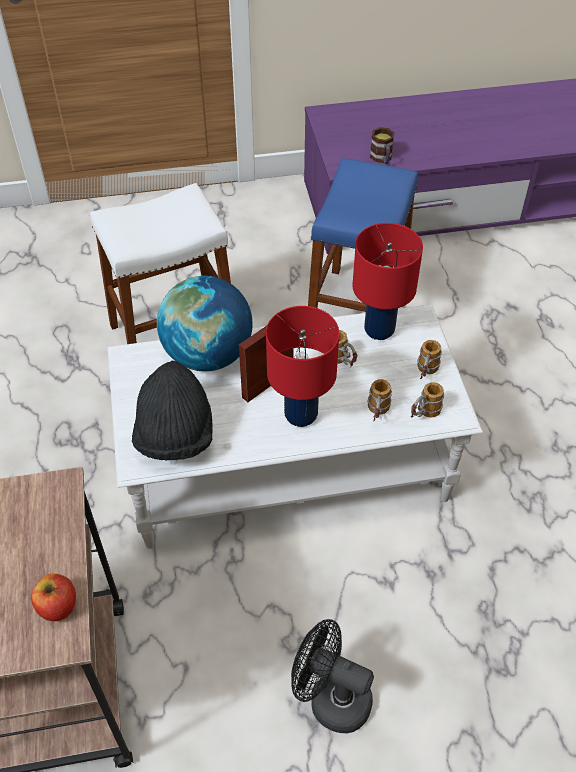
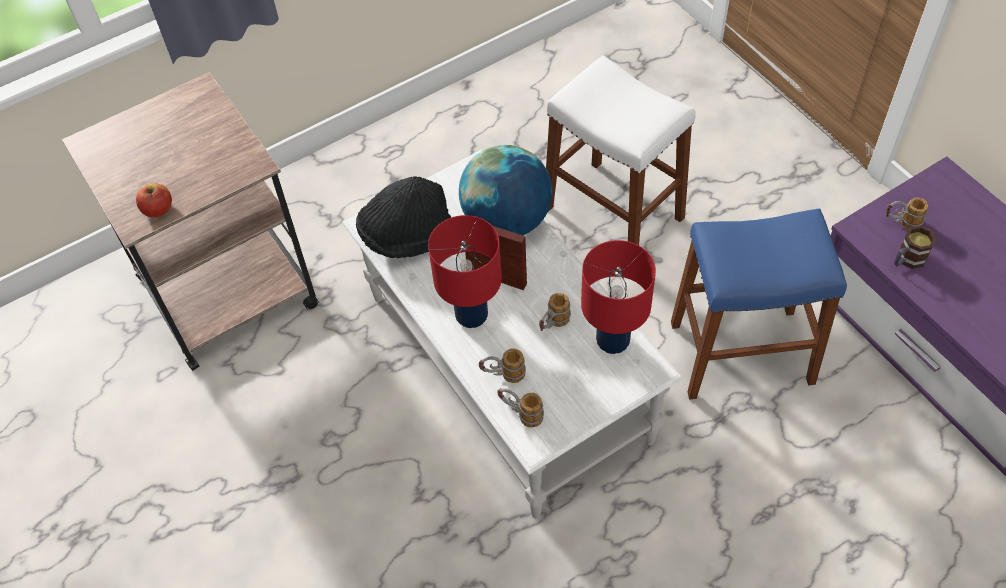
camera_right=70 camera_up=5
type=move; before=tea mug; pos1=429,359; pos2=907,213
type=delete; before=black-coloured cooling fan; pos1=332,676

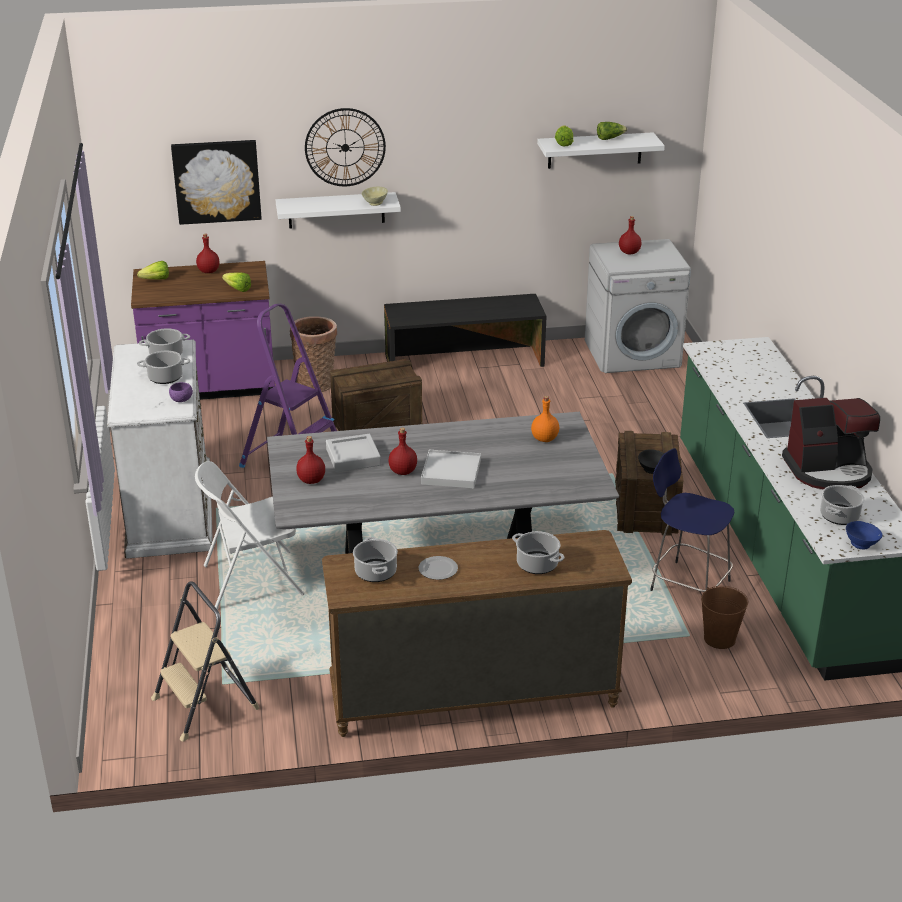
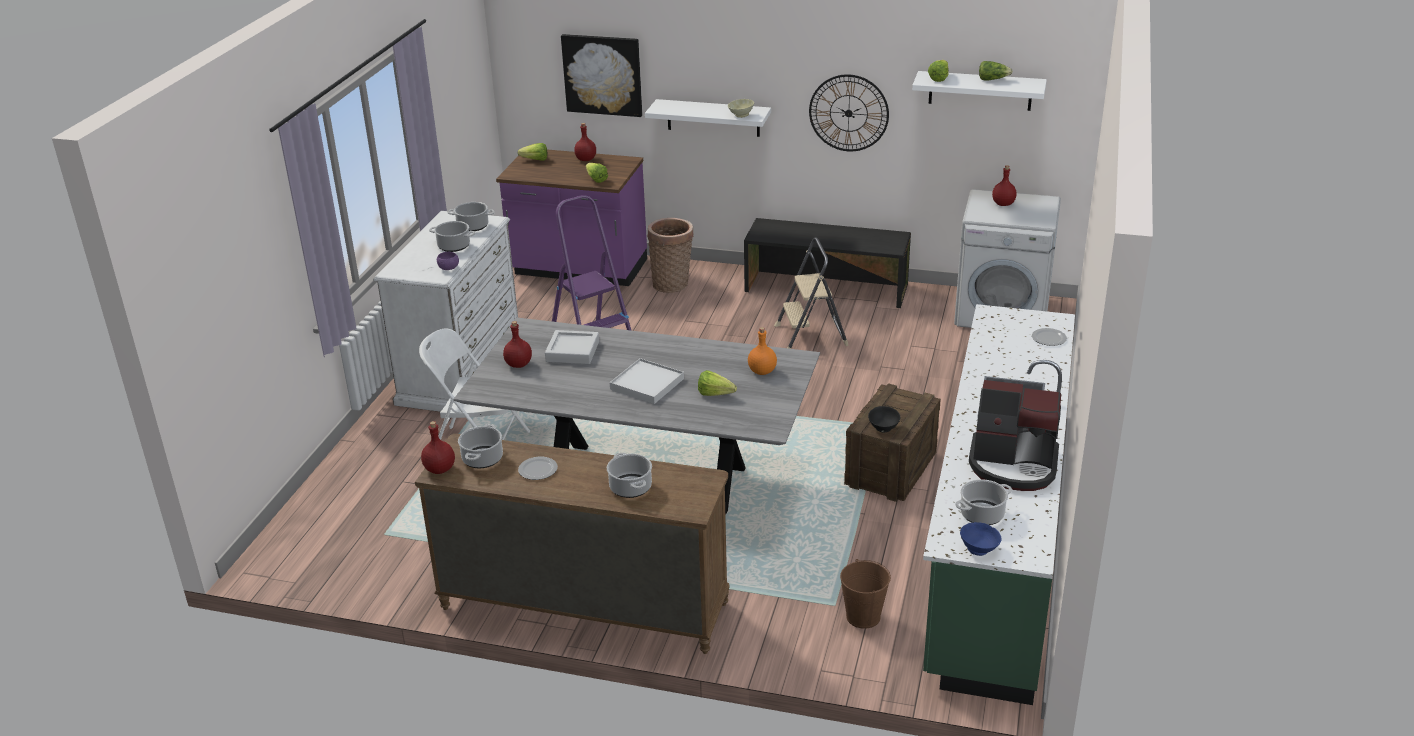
camera_right=25 camera_up=0
type=move; before=wall clock; pos1=345,147; pos2=849,112
type=delete; before=packing crate; pos1=376,395
type=move; before=reddish bottle; pos1=402,451; pos2=438,447
type=delete; before=blue-coloured stool seat; pos1=692,520
type=move; before=beige-coloured stepladder; pos1=205,661; pos2=811,293
type=insert; after=plate; pos2=1049,337
type=insert; after=lettuce head; pos2=717,383

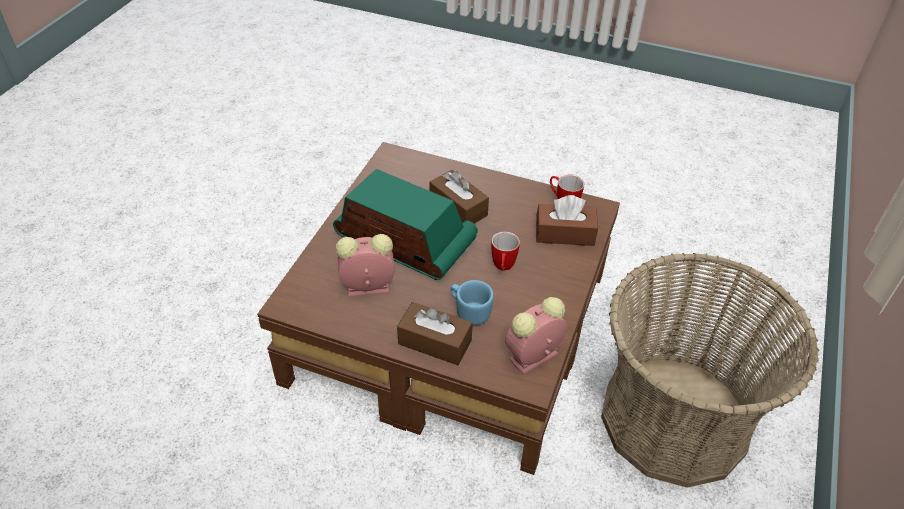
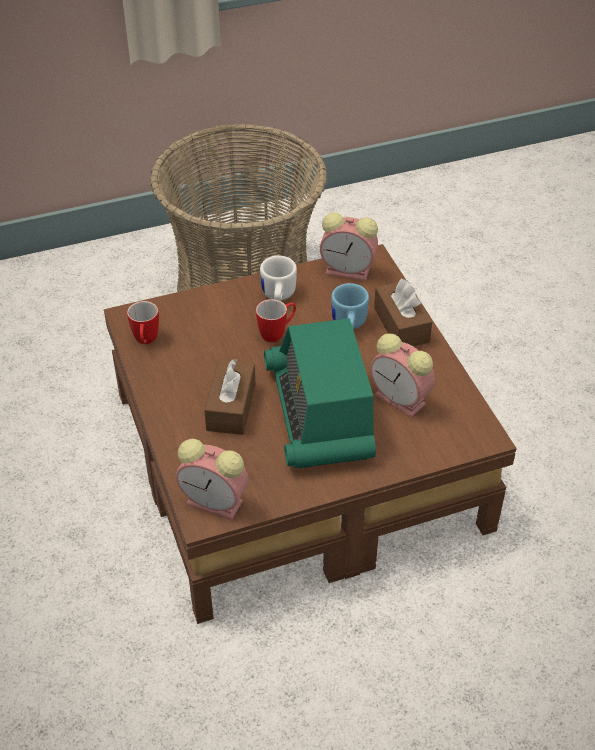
camera_right=-130 camera_up=0
type=delete; before=brownish tissue box; pos1=567,220
type=insert; after=whitish tea mug; pos2=278,278
type=insert; after=bedside clock; pos2=212,479

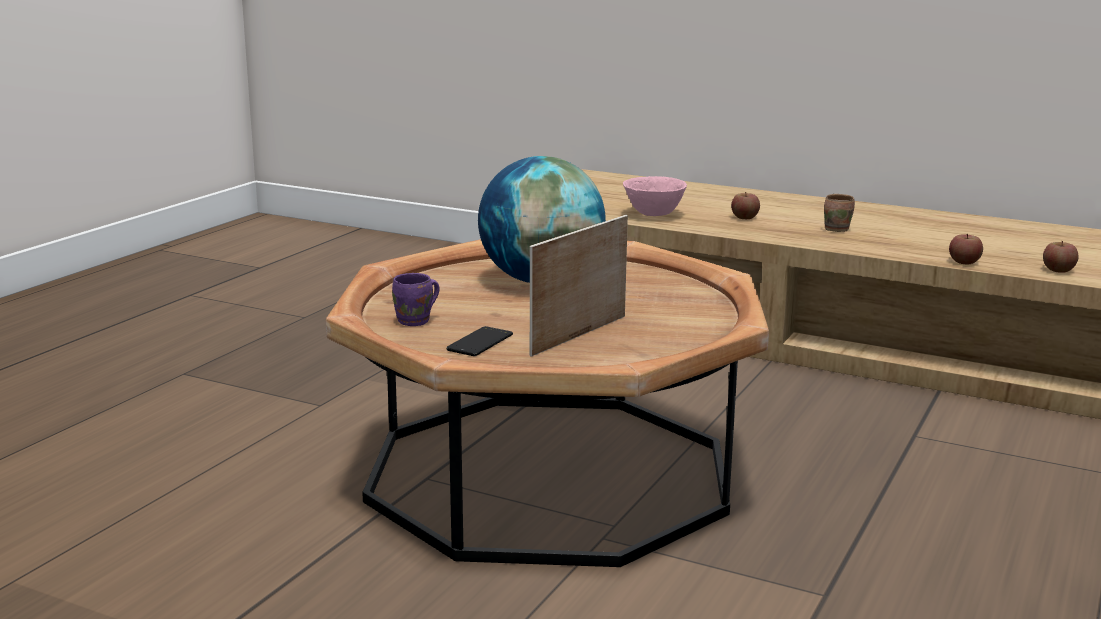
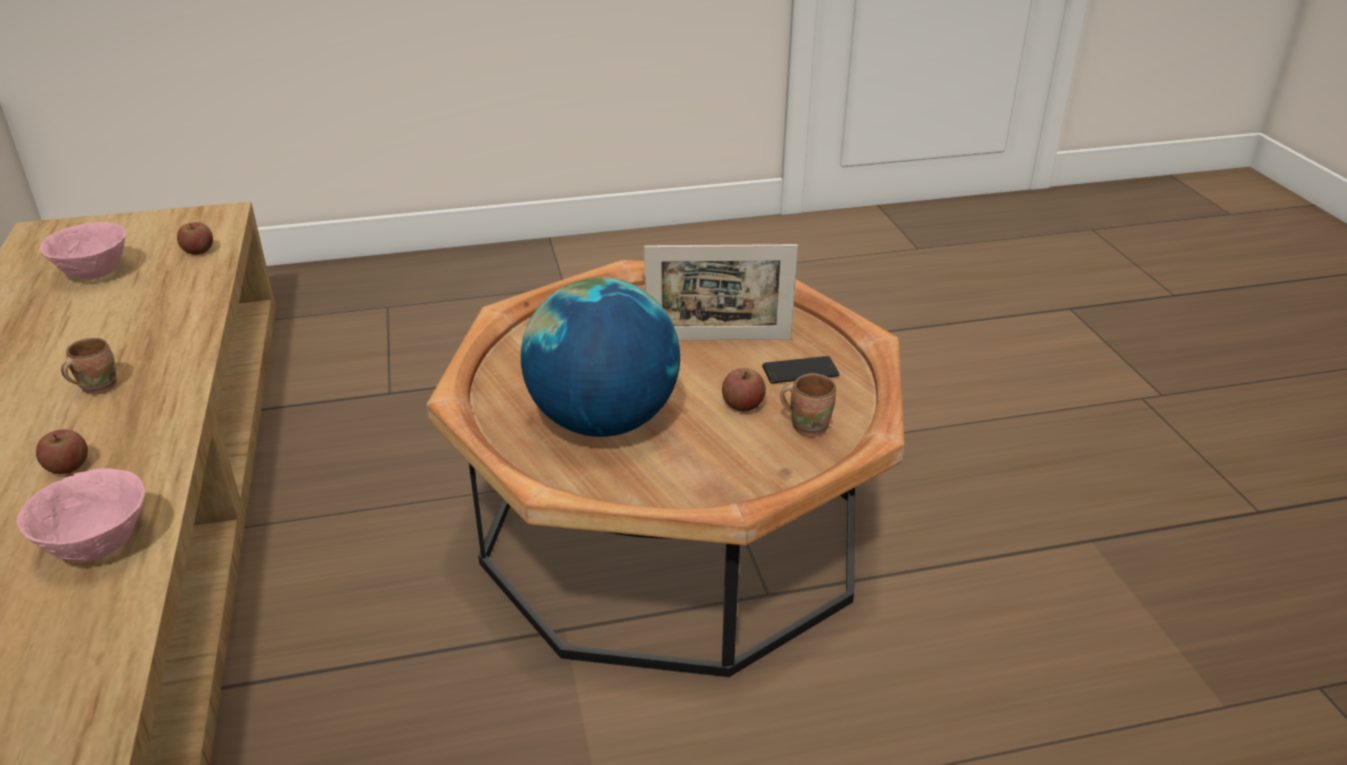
camera_right=-130 camera_up=15
type=move; before=apple fruit; pos1=966,249; pos2=744,389
type=recolor; before=purplish tea mug; after=brownish tea mug; pos1=416,299; pos2=808,405
type=insert; after=pinkish bowl; pos2=83,251

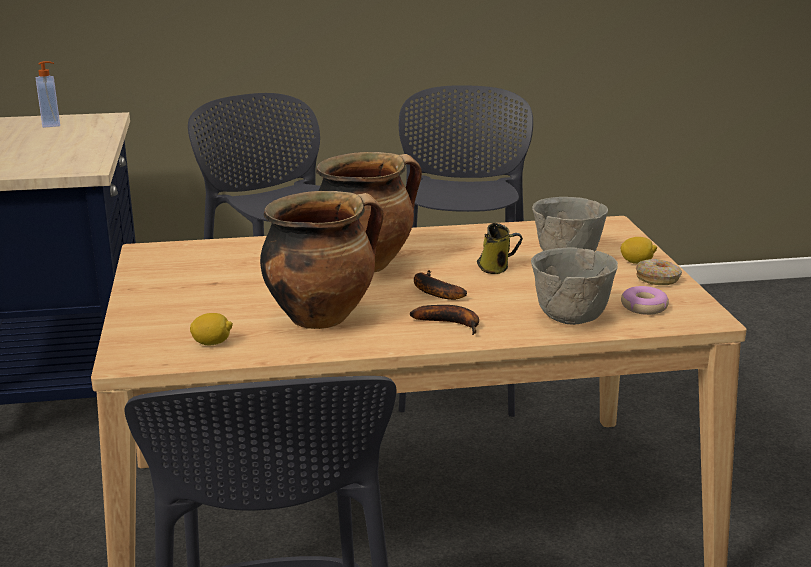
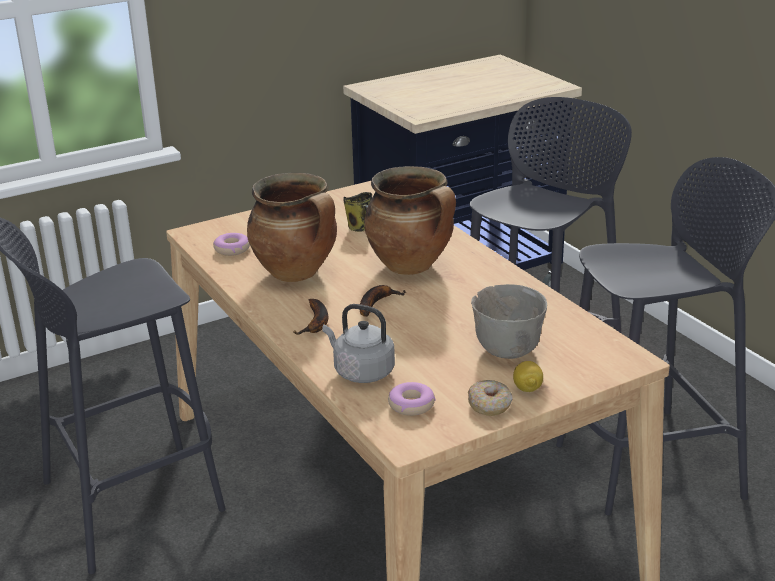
camera_right=70 camera_up=5
type=delete; before=liquid soap bottle; pos1=48,94
type=move; before=tea mug; pos1=500,248; pos2=358,212
type=replace; before=greyish bowl; after=greyish kettle; pos1=574,286; pos2=358,343
type=replace; before=citrus fruit; after=donut; pos1=211,329; pos2=231,244

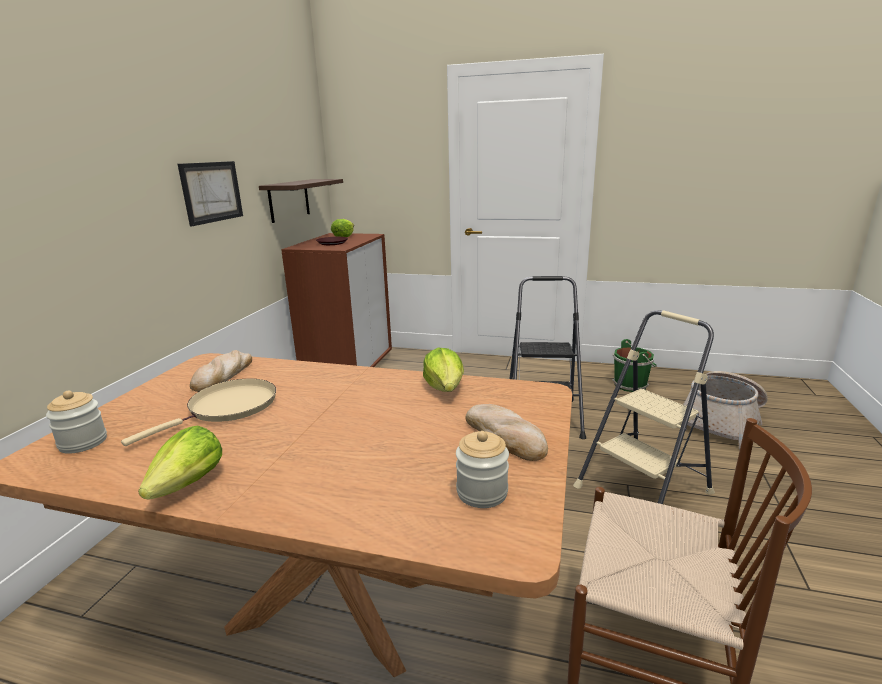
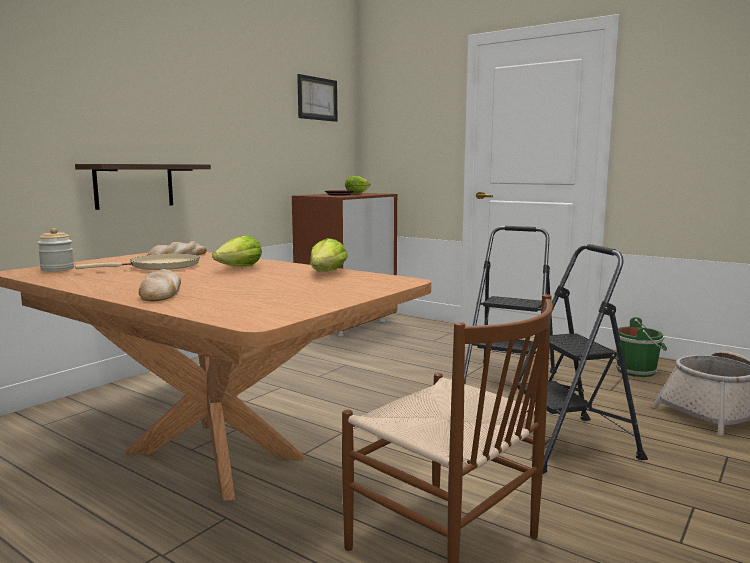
camera_right=20 camera_up=-10
type=move; before=picture; pos1=210,193; pos2=317,98
type=move; before=bracket shelf; pos1=301,201; pos2=143,187
type=recolor; before=beige-coloured stepladder; after=black-coloured stepladder; pos1=644,407; pos2=578,359
type=move; before=bakery bread; pos1=507,432; pos2=160,285
type=move; before=lettuce head; pos1=180,462; pos2=237,251
type=delete; before=storage jar; pos1=482,469

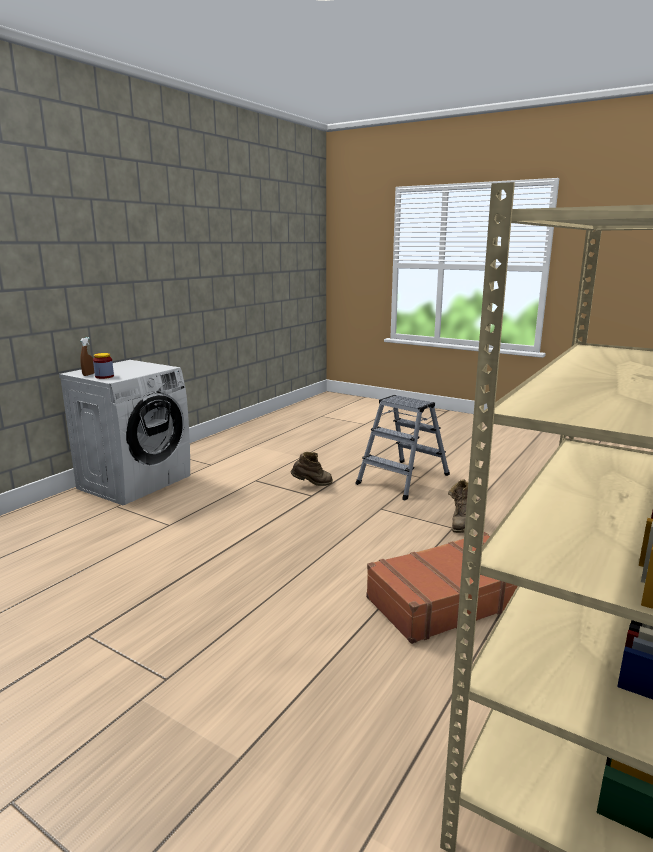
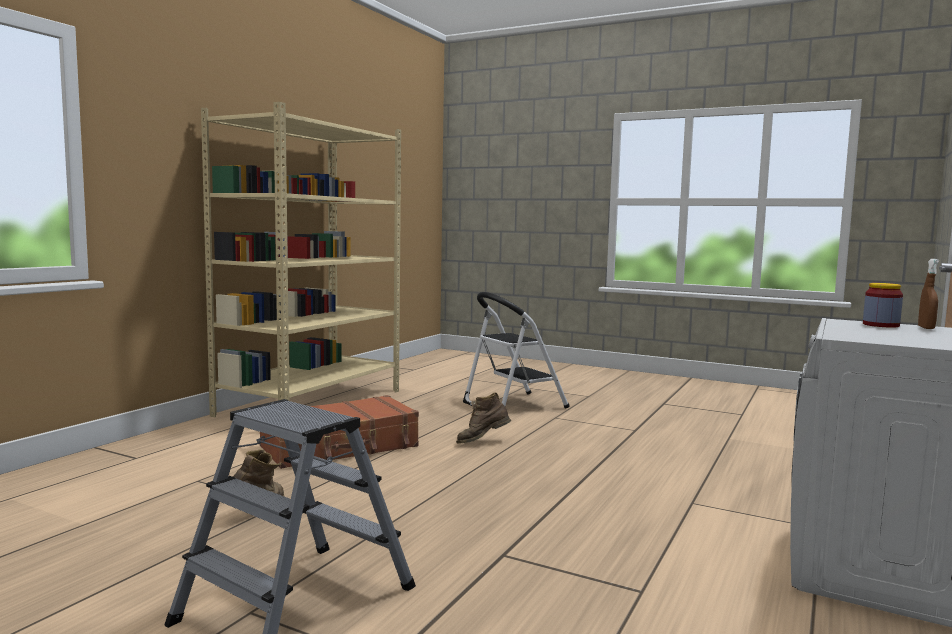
camera_right=175 camera_up=-10
type=move; before=brownish boot; pos1=312,469; pos2=483,417
type=insert; after=stepladder; pos2=516,350

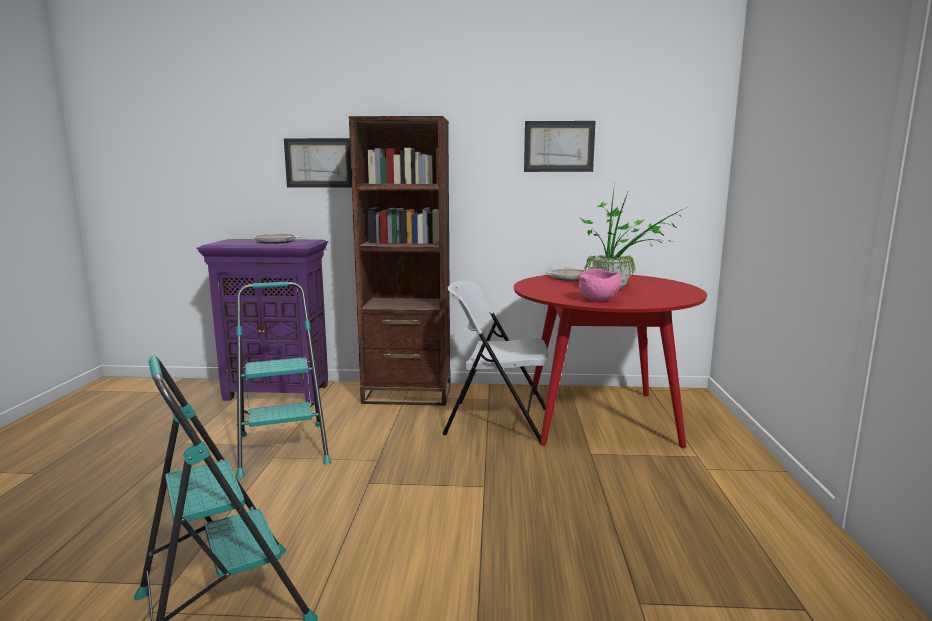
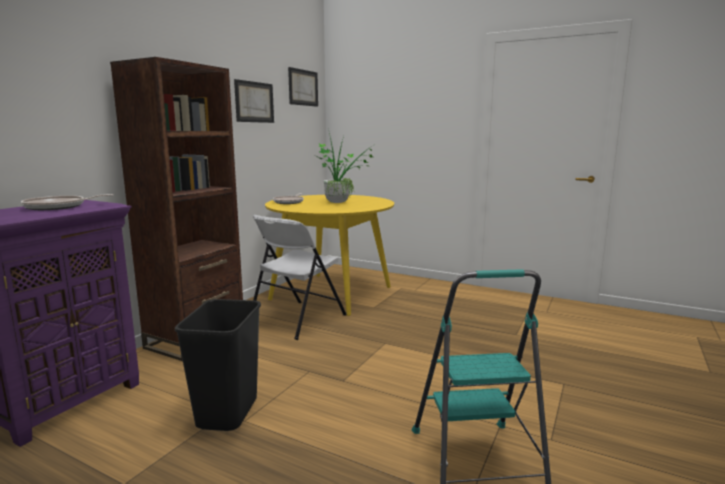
camera_right=-65 camera_up=0
type=move; before=picture; pos1=318,163; pos2=303,87
type=delete; before=pinkish bowl; pos1=600,285
type=recolor; before=reddish dining table; after=yellow-coloured dining table; pos1=610,361; pos2=329,255
type=replace; before=turquoise-coloured stepladder; after=black-coloured rubbish bin; pos1=283,380; pos2=218,365

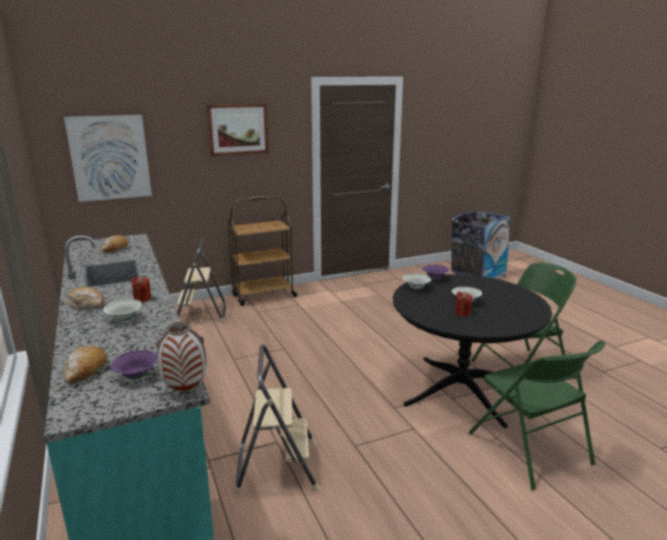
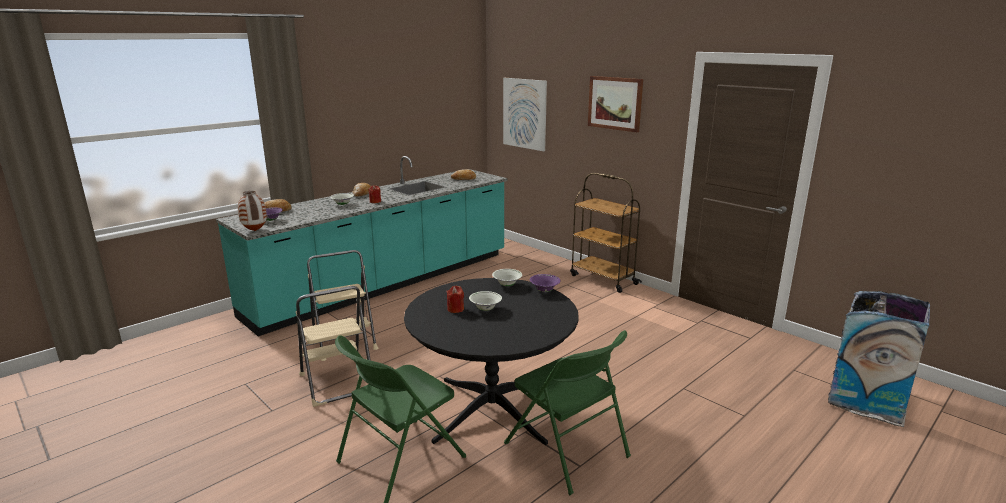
camera_right=70 camera_up=0
type=move; before=beige-coloured stepladder; pos1=201,280; pos2=333,346

